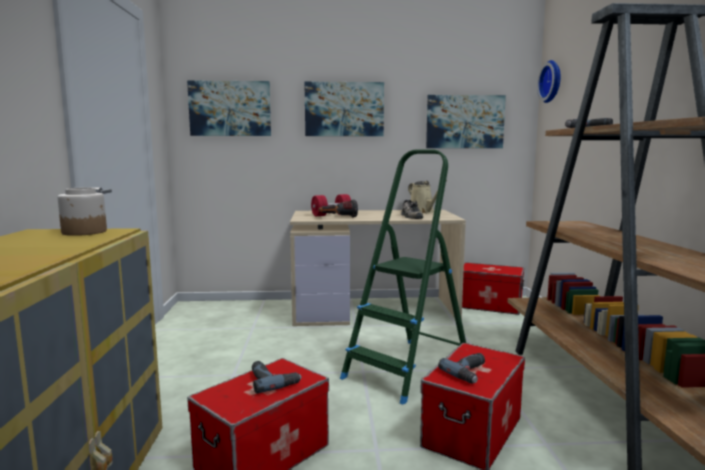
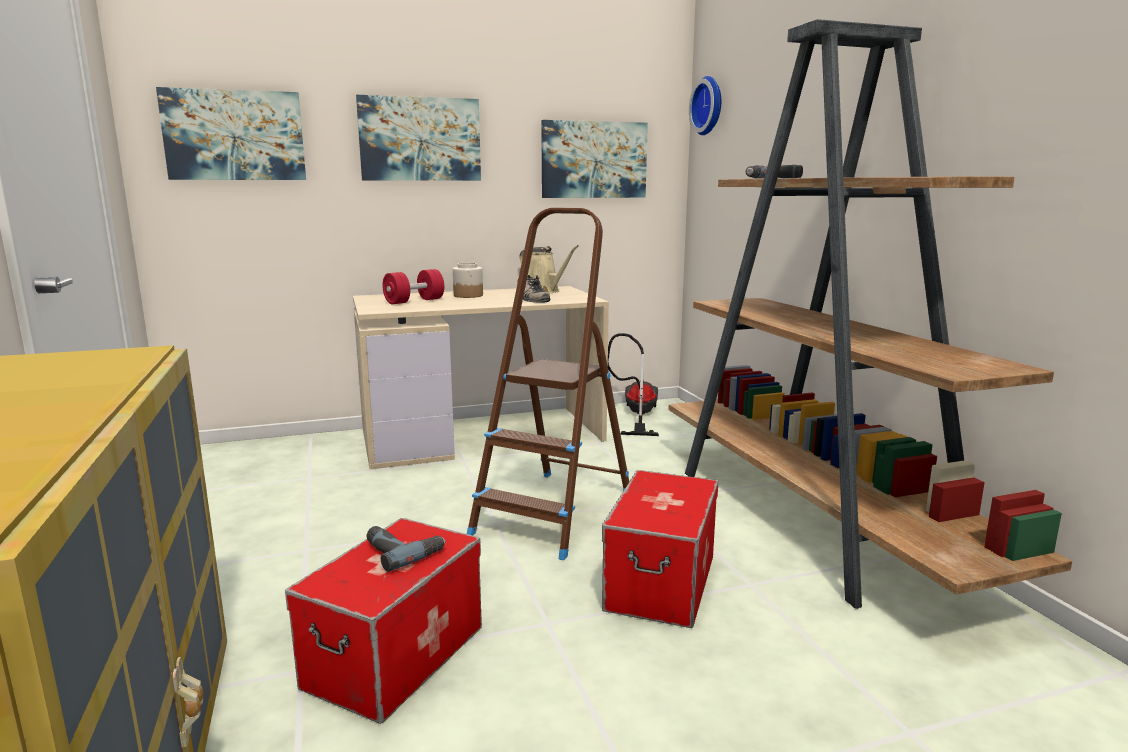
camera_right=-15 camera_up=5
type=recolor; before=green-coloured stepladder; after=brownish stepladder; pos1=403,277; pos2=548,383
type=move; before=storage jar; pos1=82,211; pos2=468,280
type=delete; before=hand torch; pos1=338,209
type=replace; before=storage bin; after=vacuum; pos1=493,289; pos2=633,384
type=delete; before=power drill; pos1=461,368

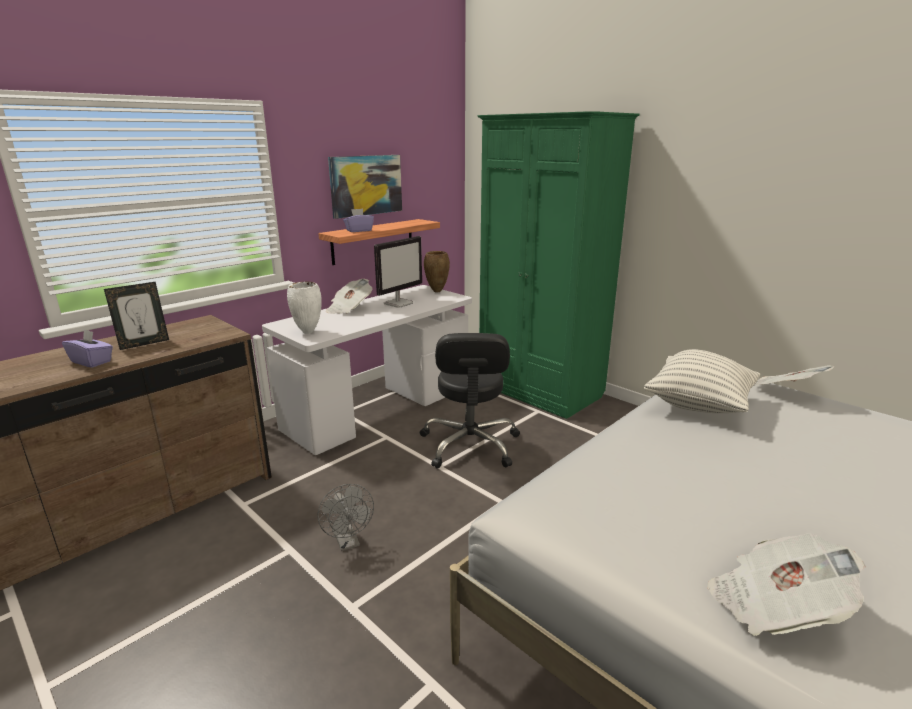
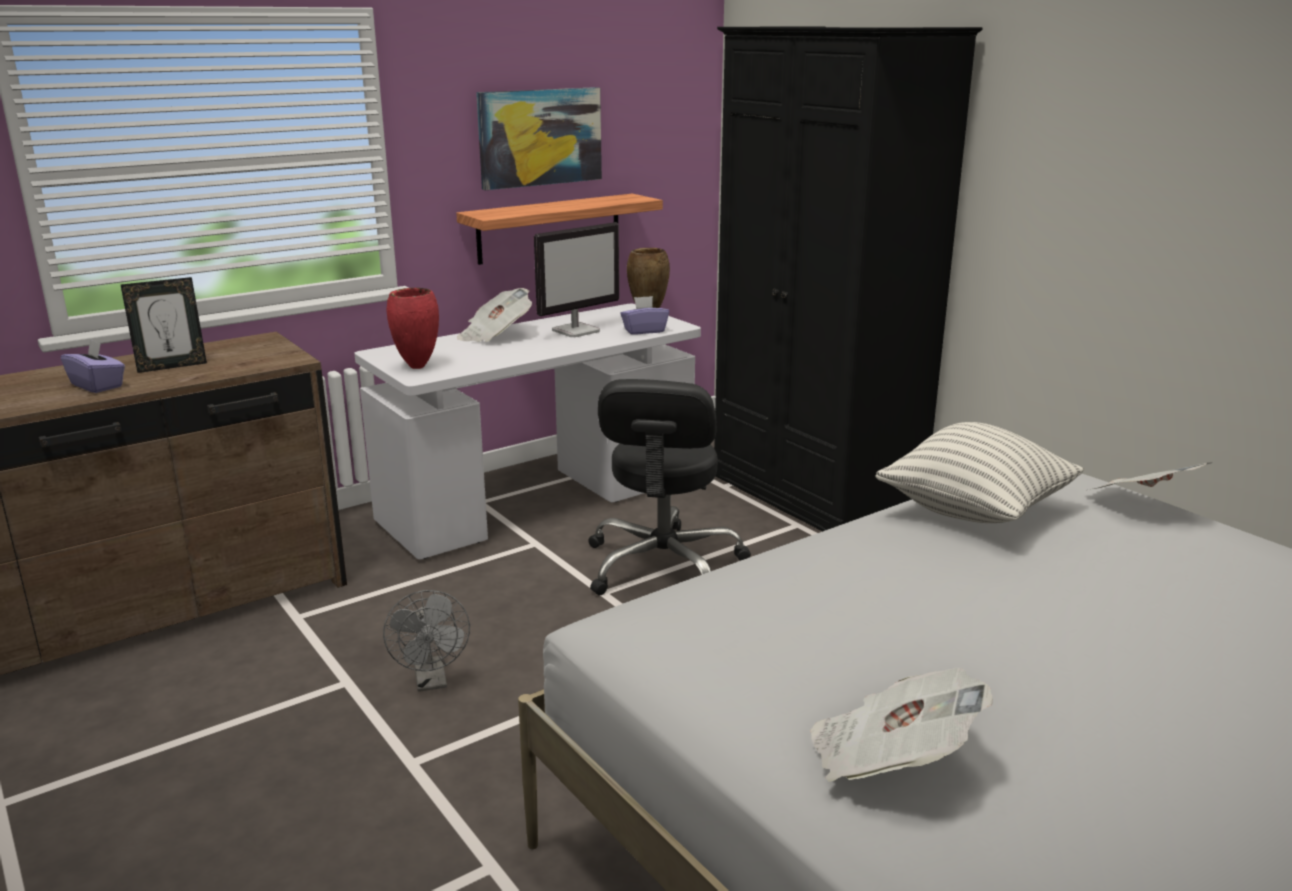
camera_right=10 camera_up=0
type=recolor; before=green-coloured armoire; after=black-coloured armoire; pos1=559,265; pos2=848,278
type=move; before=purplish tissue box; pos1=358,220; pos2=644,315
type=recolor; before=whitish vase; after=reddish vase; pos1=304,308; pos2=412,328

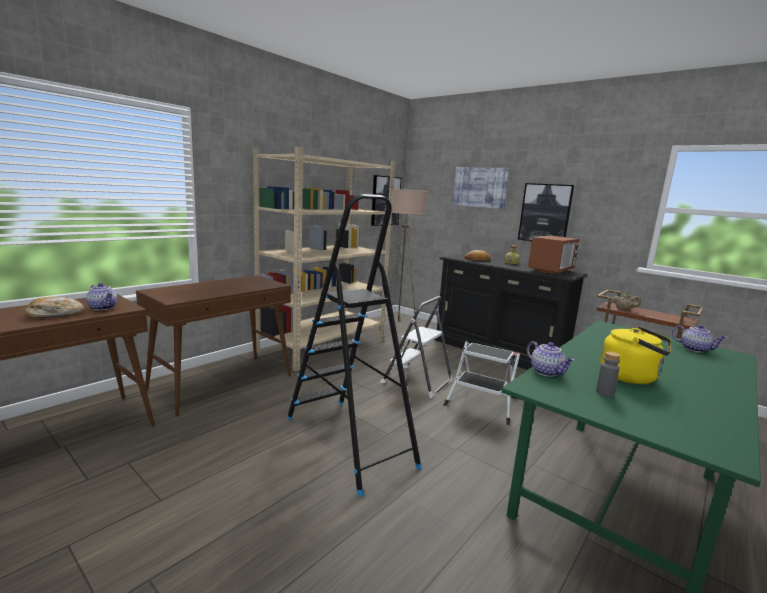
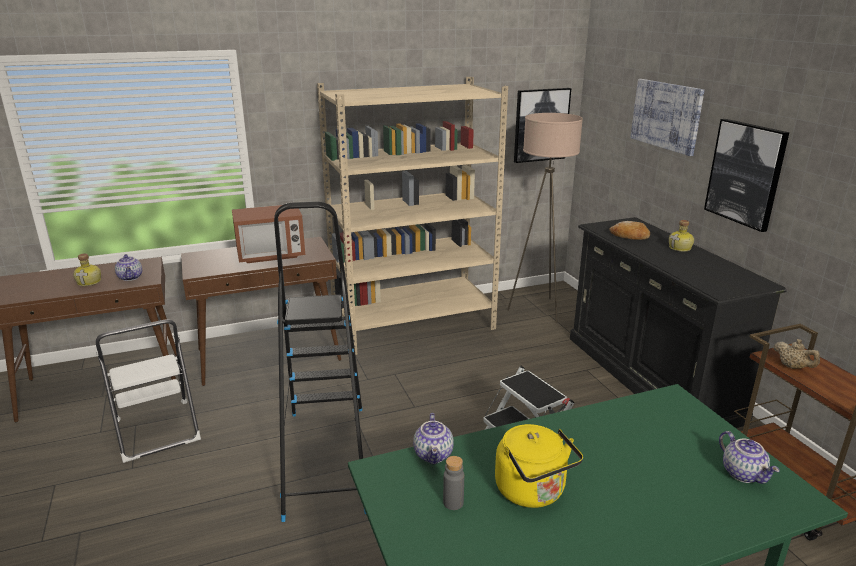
camera_right=30 camera_up=10
type=move; before=microwave oven; pos1=554,255; pos2=268,234
type=move; before=whitish stepladder; pos1=416,347; pos2=148,391
type=replace; before=bakery bread; after=bottle; pos1=55,307; pos2=87,269

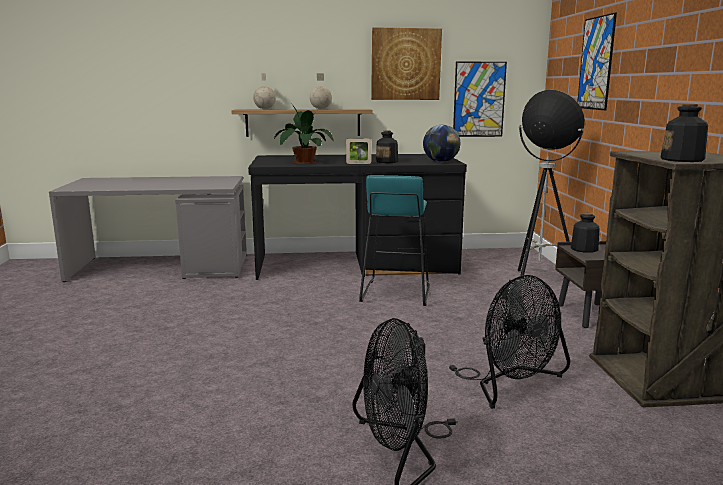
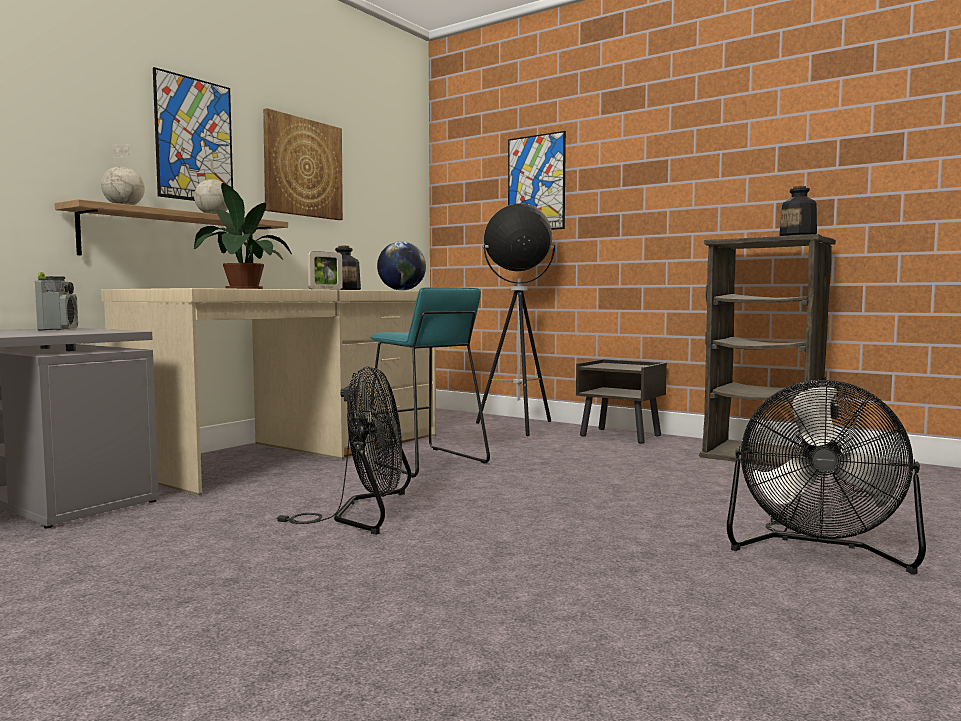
camera_right=-50 camera_up=-10
type=move; before=picture; pos1=480,99; pos2=193,134
type=recolor; before=black-coloured desk unit; after=beige-coloured desk unit; pos1=357,217; pos2=268,392
type=delete; before=bottle; pos1=585,233
type=move; before=black-coloured cooling fan; pos1=509,342; pos2=344,450
type=insert; after=radio; pos2=56,301

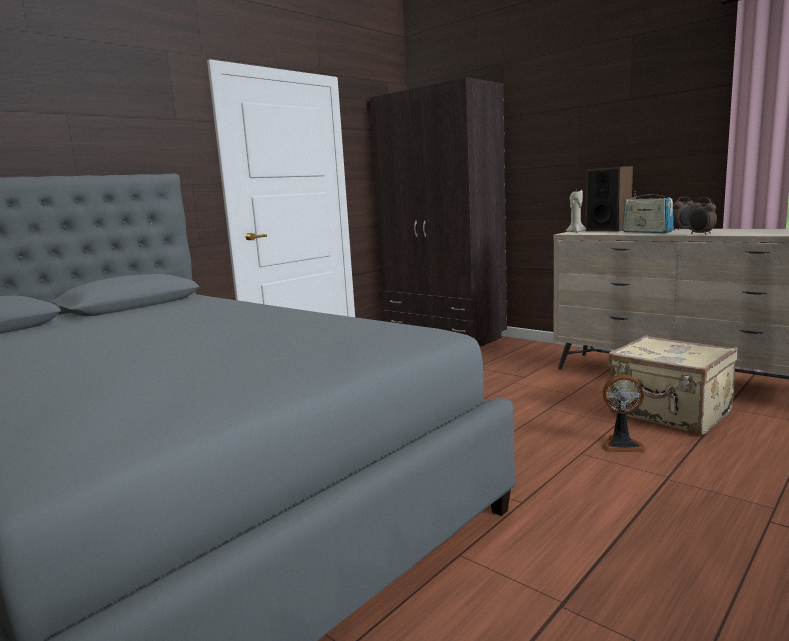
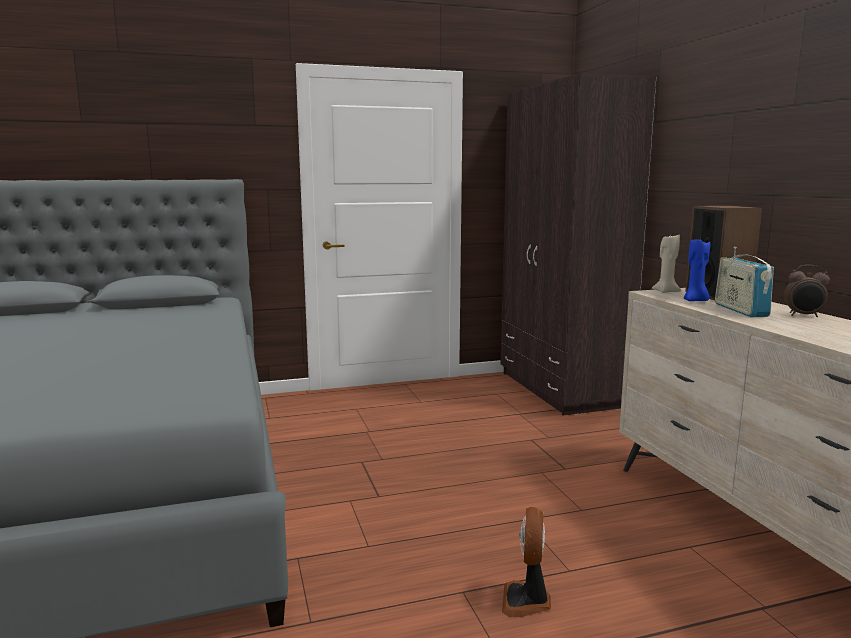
camera_right=30 camera_up=0
type=delete; before=bedside clock; pos1=702,216
type=delete; before=beige-coloured piece of luggage; pos1=673,385
type=rotate; before=cooling fan; pos1=624,413; pos2=526,562; turn=60
type=insert; after=blue-coloured candle; pos2=697,269

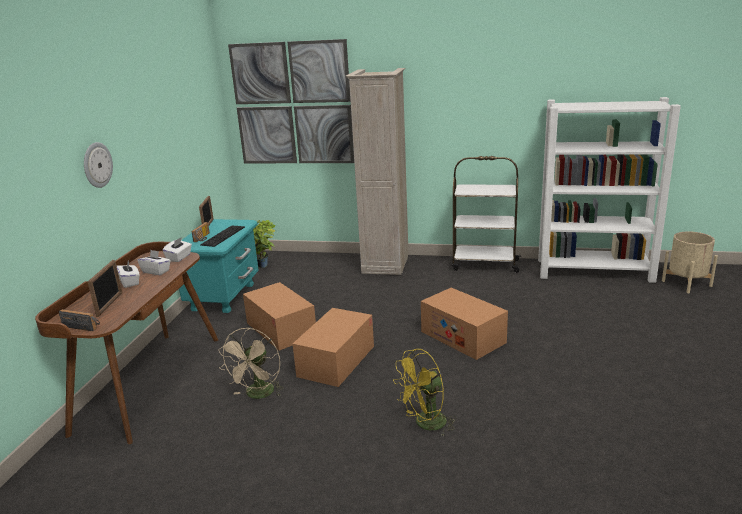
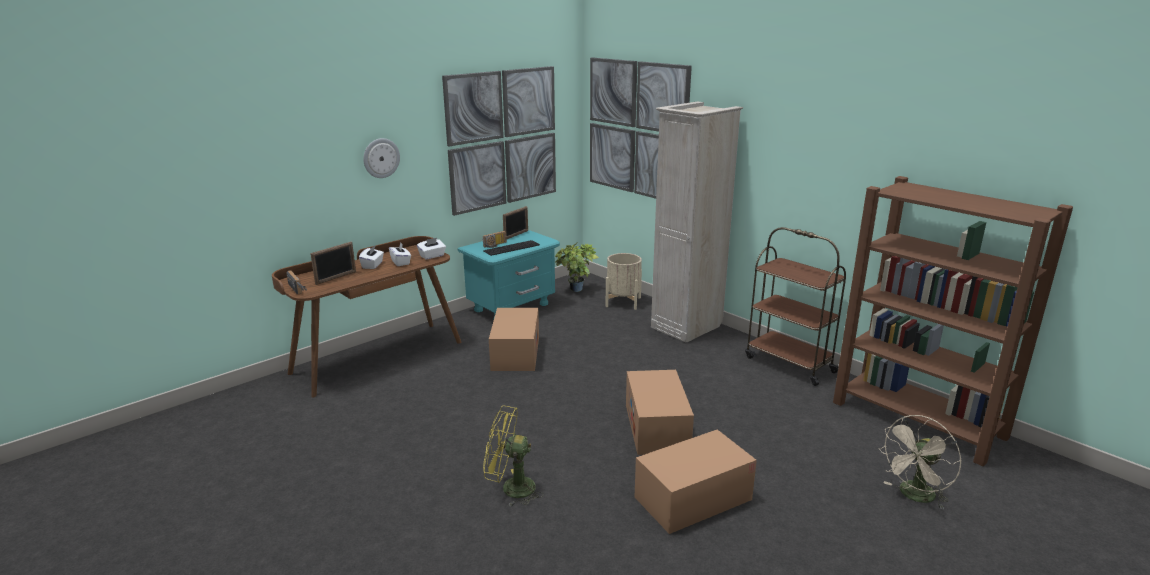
camera_right=35 camera_up=0
type=recolor; before=whitish shelving unit; after=brownish shelving unit; pos1=609,190; pos2=953,321
type=recolor; before=whitish wheeled cart; after=brownish wheeled cart; pos1=486,214; pos2=795,306
type=move; before=beige-coloured plant pot; pos1=690,262; pos2=623,281
type=move; before=packing box; pos1=333,347; pos2=696,481
type=move; before=beige-coloured cooling fan; pos1=251,363; pos2=920,462
type=insert; after=picture; pos2=499,141

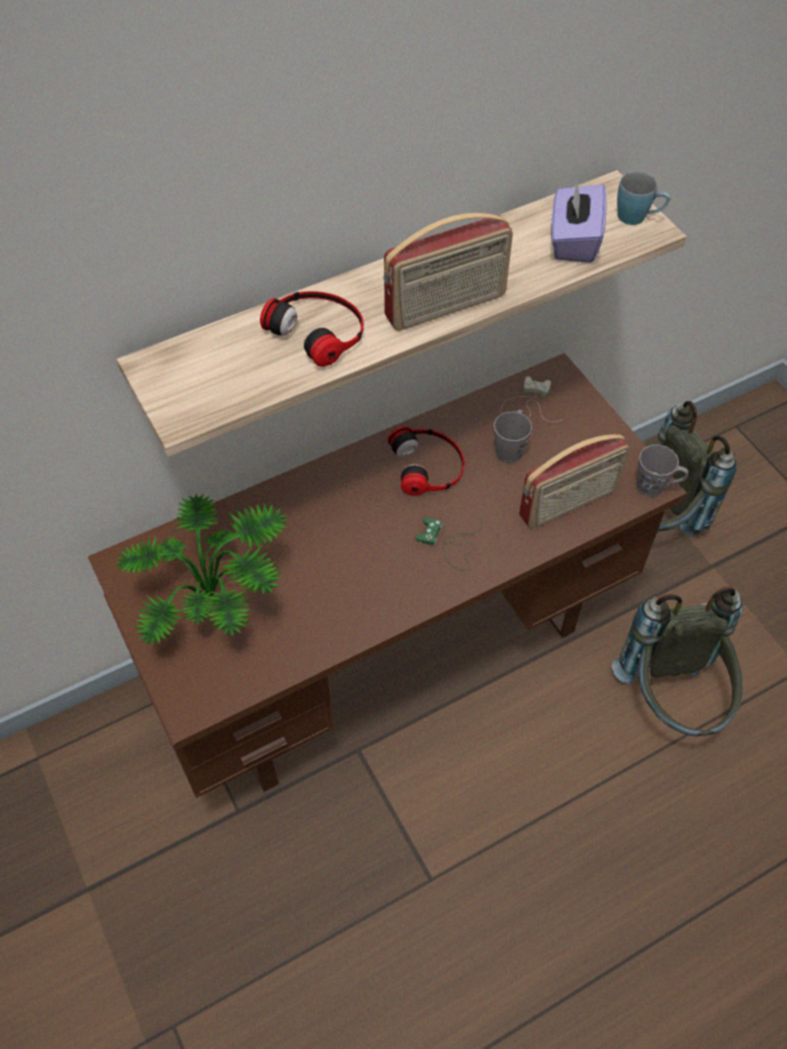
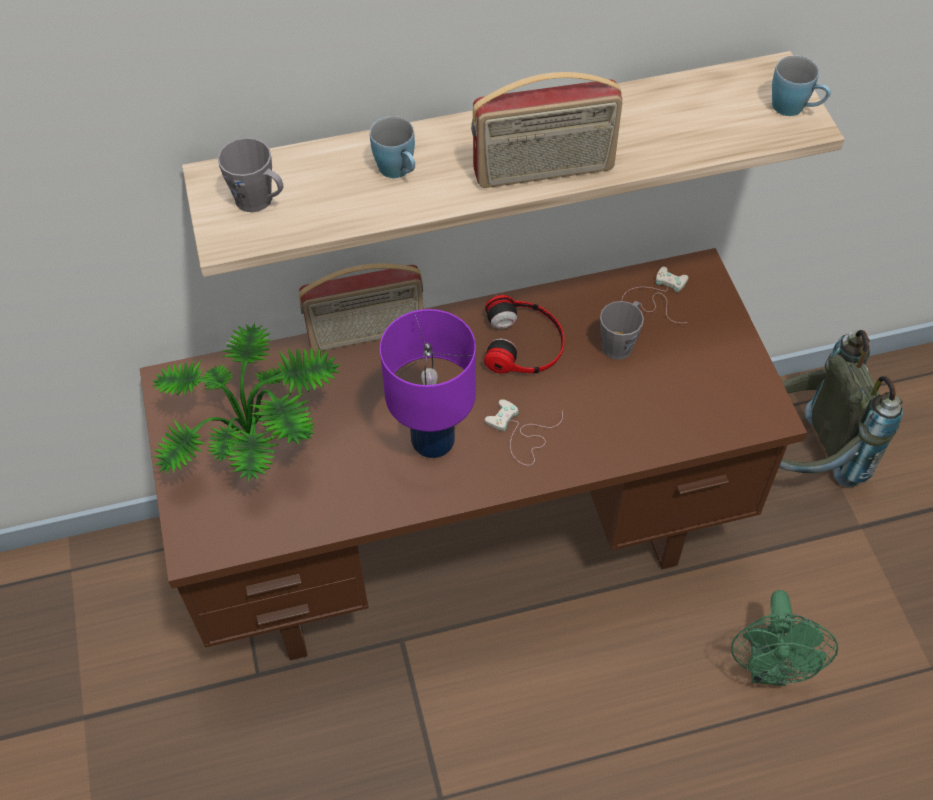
camera_right=15 camera_up=0
type=delete; before=purplish tissue box; pos1=579,221
type=replace; before=pair of headphones; after=blue-coloured tea mug; pos1=312,329; pos2=392,147
type=move; before=radio; pos1=574,480; pos2=361,307
type=move; before=greyish tea mug; pos1=662,470; pos2=250,175
type=recolor; before=green-coloured joypad; after=whitish joypad; pos1=449,543; pos2=524,432
type=replace; before=greyish knapsack; after=green-coloured cooling fan; pos1=677,661; pos2=784,638
type=insert; after=purplish lamp for a table; pos2=428,383

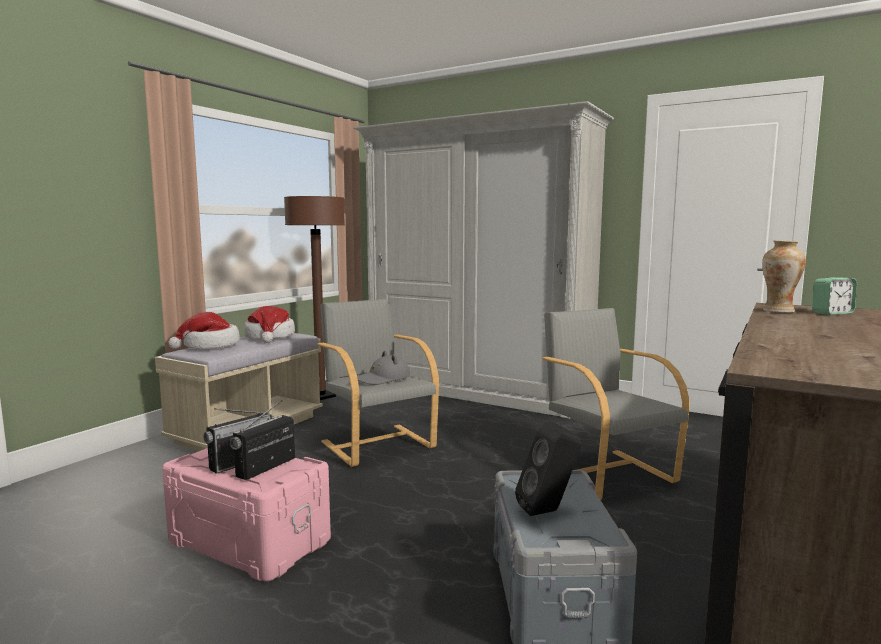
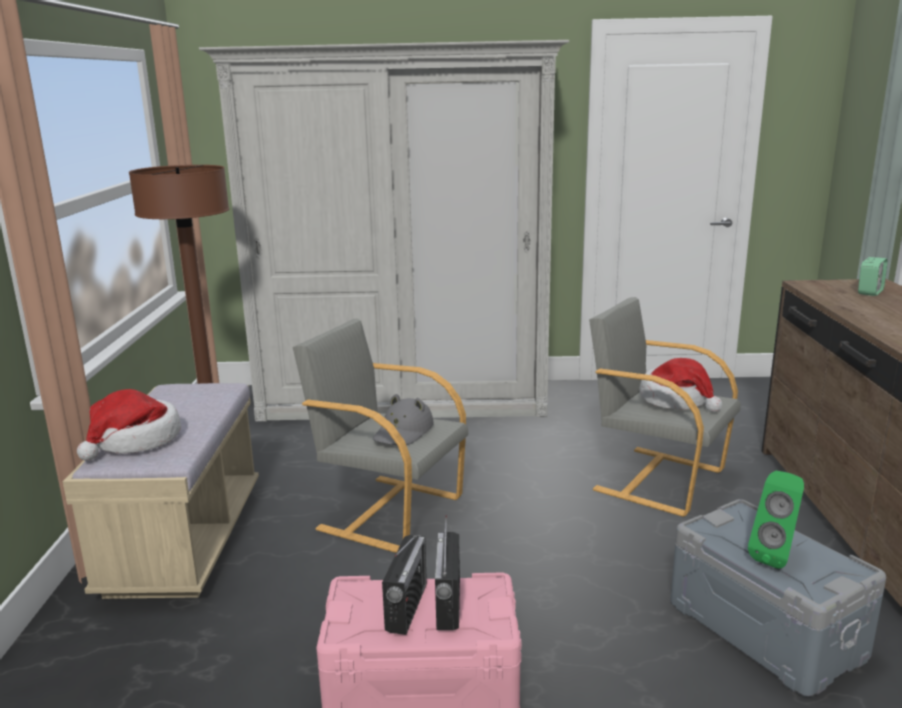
camera_right=-30 camera_up=10
type=delete; before=vase; pos1=784,276
type=move; before=clothing hat; pos1=269,324; pos2=680,385
type=recolor; before=black-coloured speaker; after=green-coloured speaker; pos1=548,468; pos2=776,520

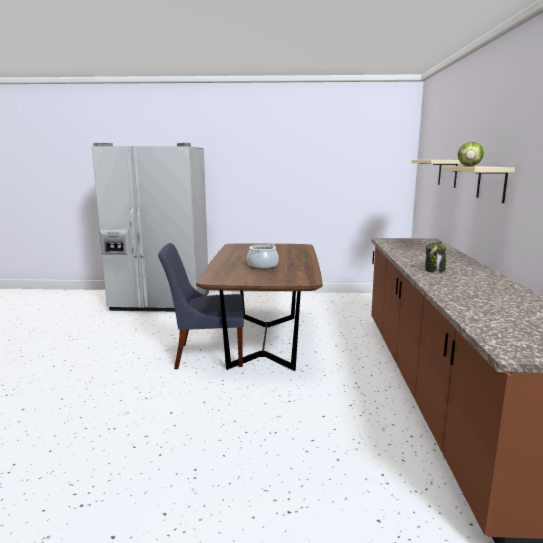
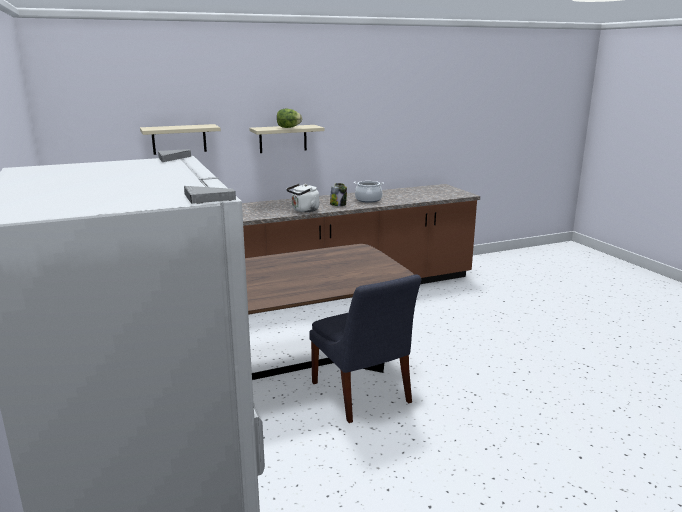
camera_right=-115 camera_up=5
type=move; before=stockpot; pos1=263,256; pos2=369,192
type=insert; after=whitish kettle; pos2=302,198

